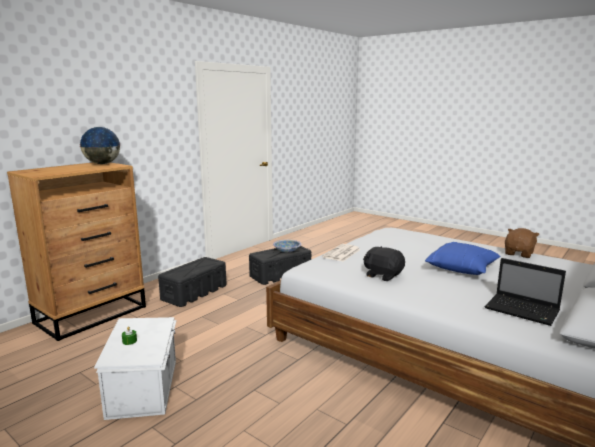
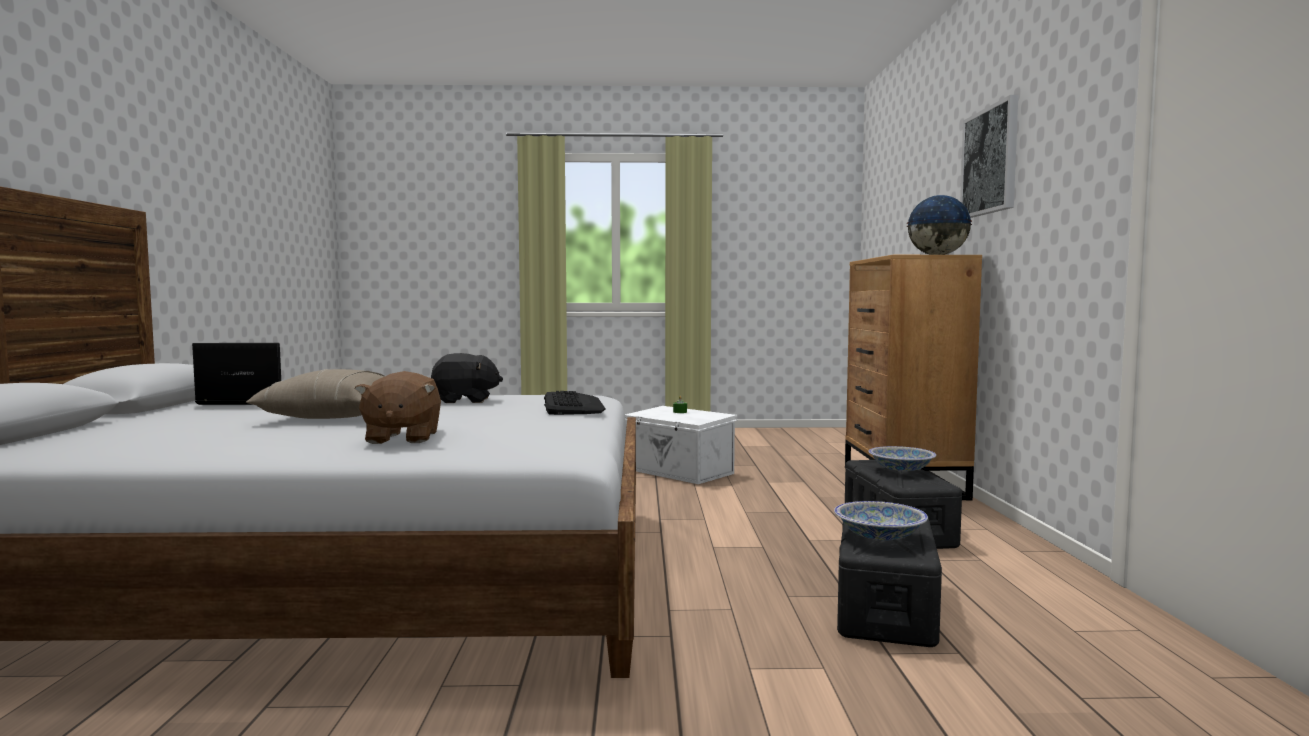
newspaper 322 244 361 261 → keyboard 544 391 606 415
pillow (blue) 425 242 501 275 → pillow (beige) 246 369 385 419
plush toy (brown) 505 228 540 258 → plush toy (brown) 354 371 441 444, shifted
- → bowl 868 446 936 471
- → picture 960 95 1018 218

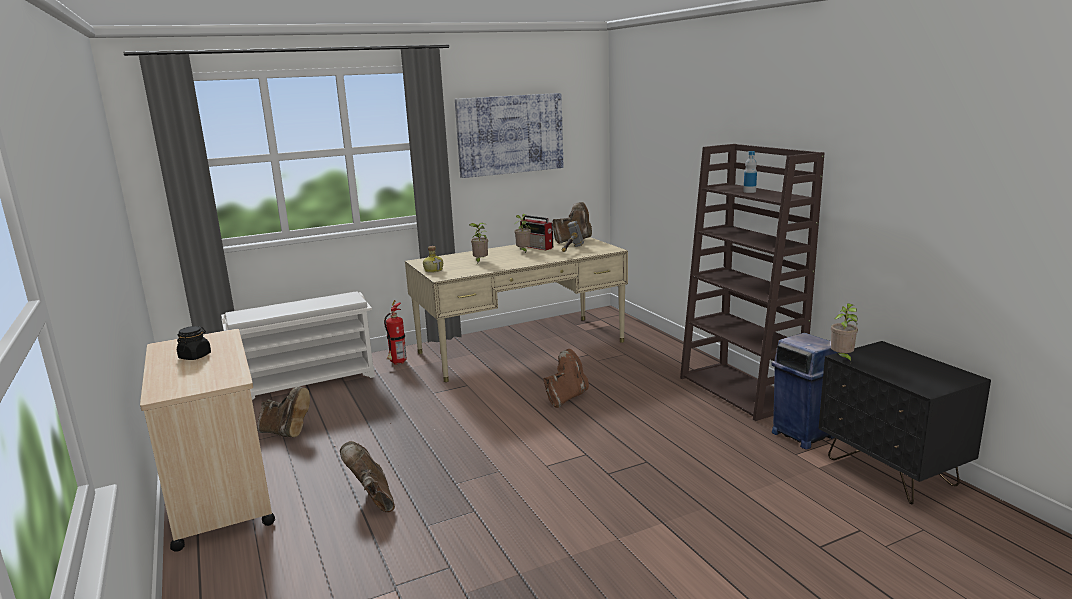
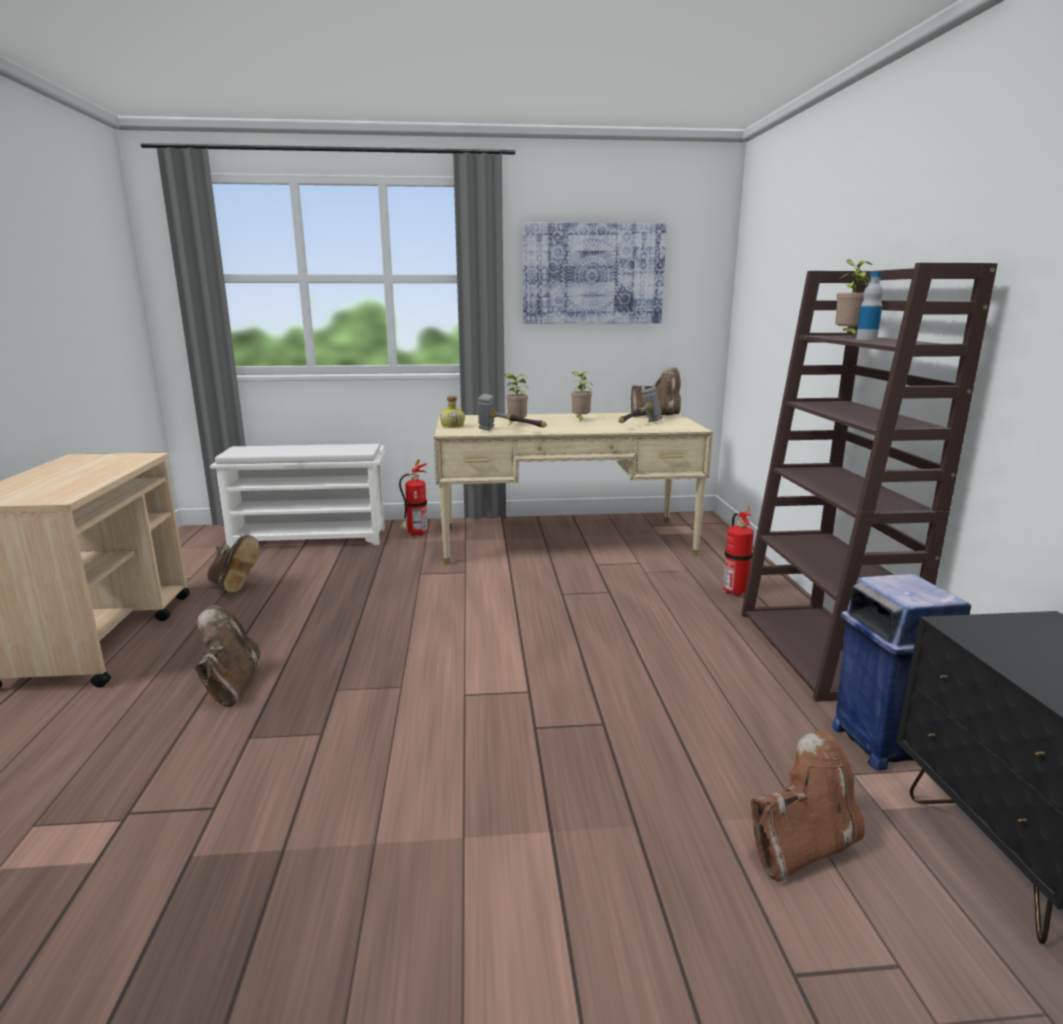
jar (black) 177 326 211 360 → -
radio 520 215 553 250 → -
boot (brown) 543 349 589 408 → boot (brown) 751 731 865 882, shifted
potted plant 831 303 859 363 → potted plant 835 259 872 337, shifted
- → hammer 478 394 547 431
- → fire extinguisher 723 505 754 596

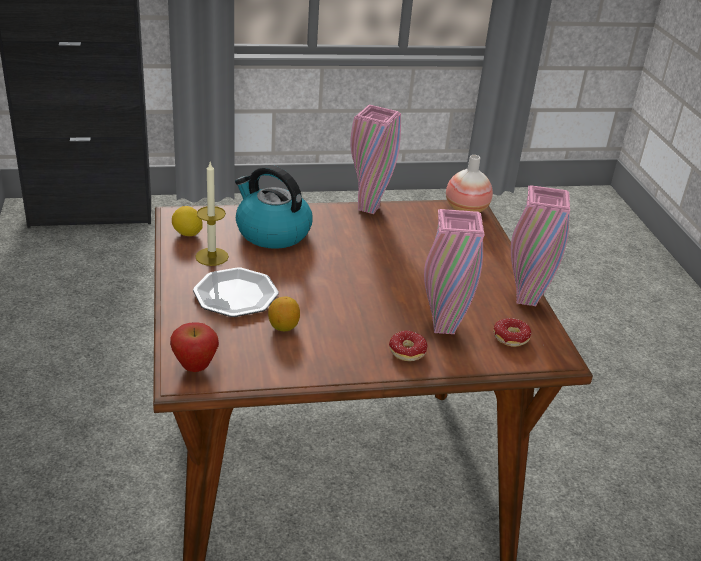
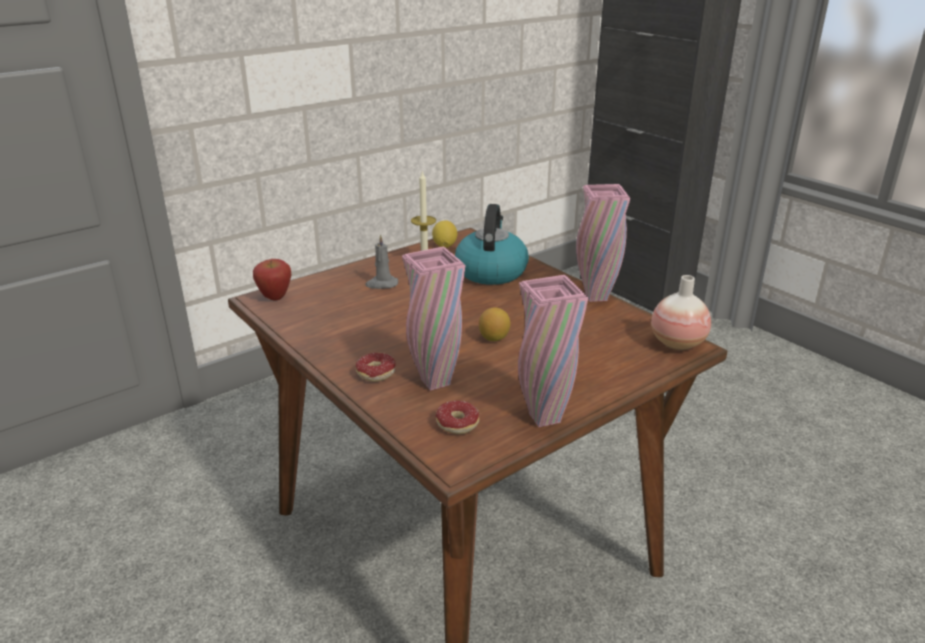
plate 193 267 279 317 → candle (grey) 365 234 398 289
lemon 268 297 300 331 → lemon 479 307 510 341, shifted

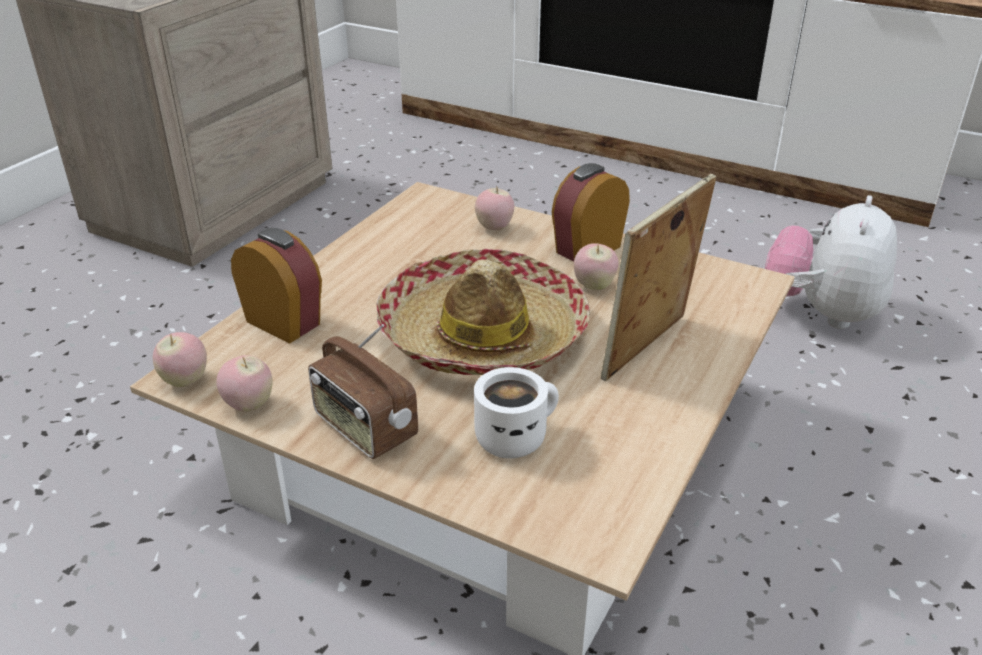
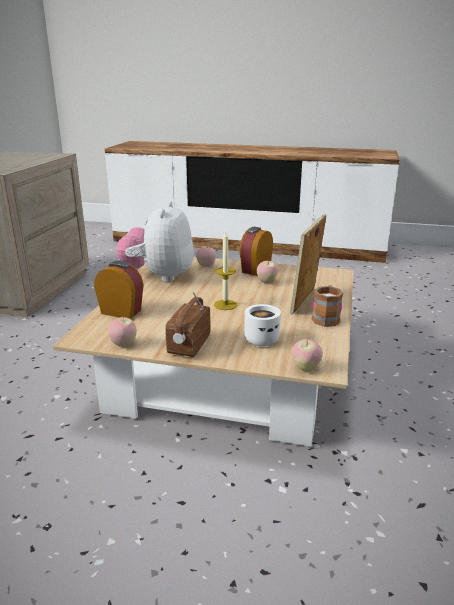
apple 153 332 207 387 → apple 292 339 323 372, shifted
radio 308 324 418 459 → radio 165 291 211 357, 75 degrees clockwise
hat 376 249 590 375 → candle 214 230 237 310
plush toy 765 195 897 329 → plush toy 116 201 194 282, shifted
- → mug 312 285 343 327

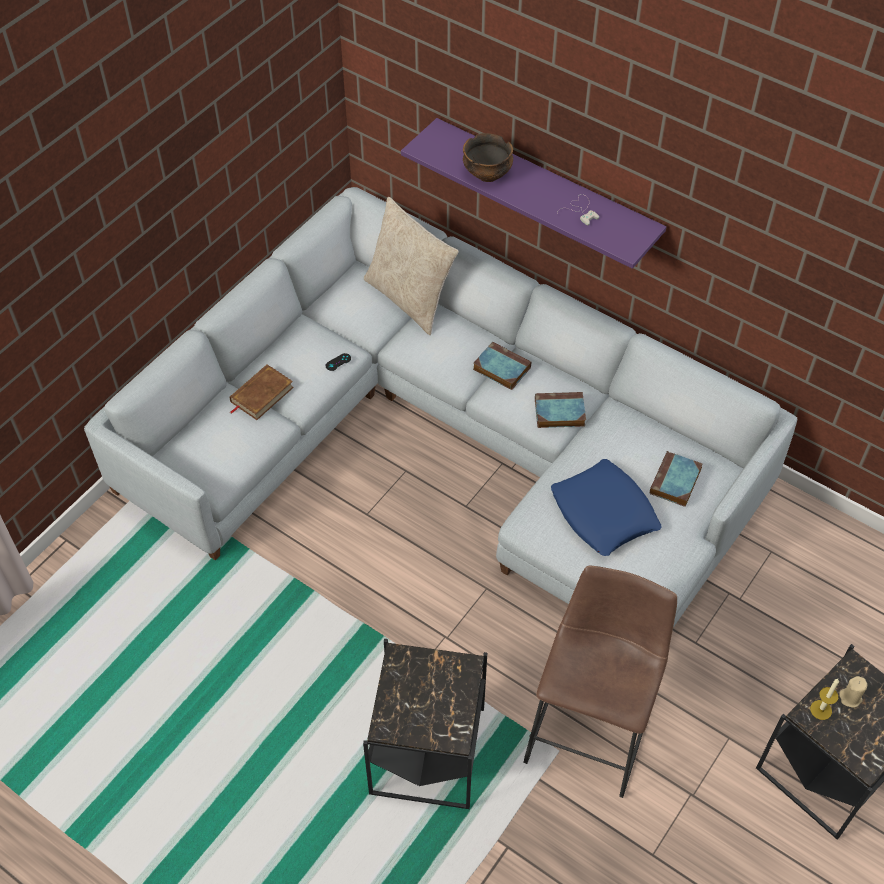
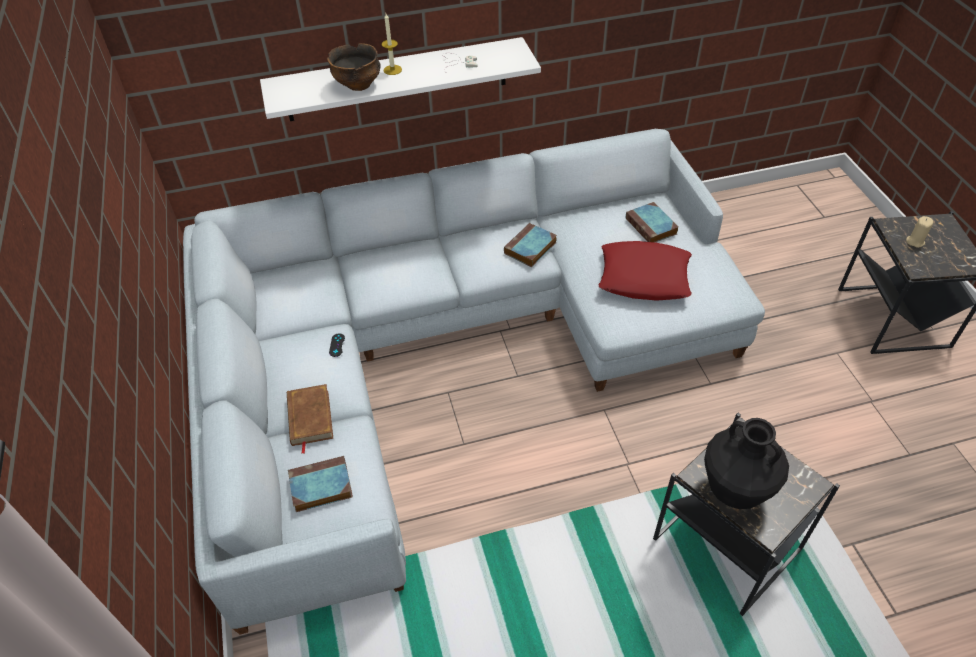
pillow (beige) 364 197 459 335 → -
shelf (purple) 401 118 666 269 → shelf (white) 260 37 541 121
book 473 342 531 390 → book 288 456 353 512, shifted
stool (brown) 523 566 677 798 → -
pillow (blue) 551 459 662 556 → pillow (red) 599 241 692 301
candle 810 679 839 720 → candle 382 14 402 75, shifted
- → vase (black) 704 418 789 509

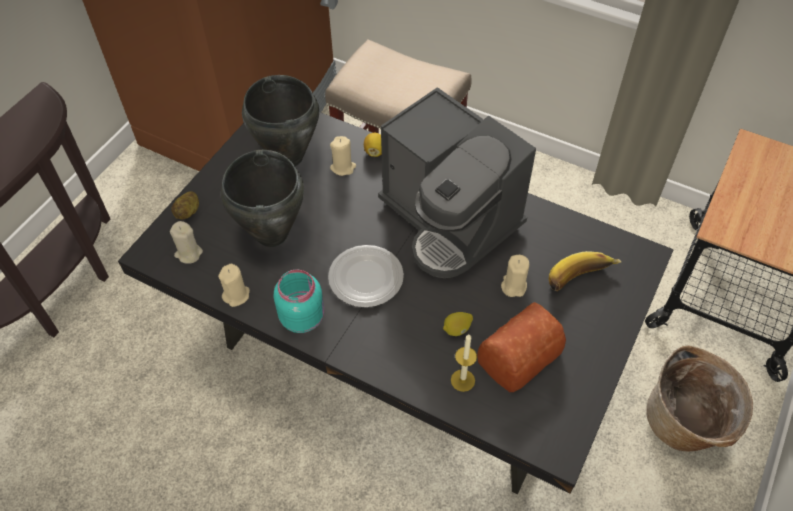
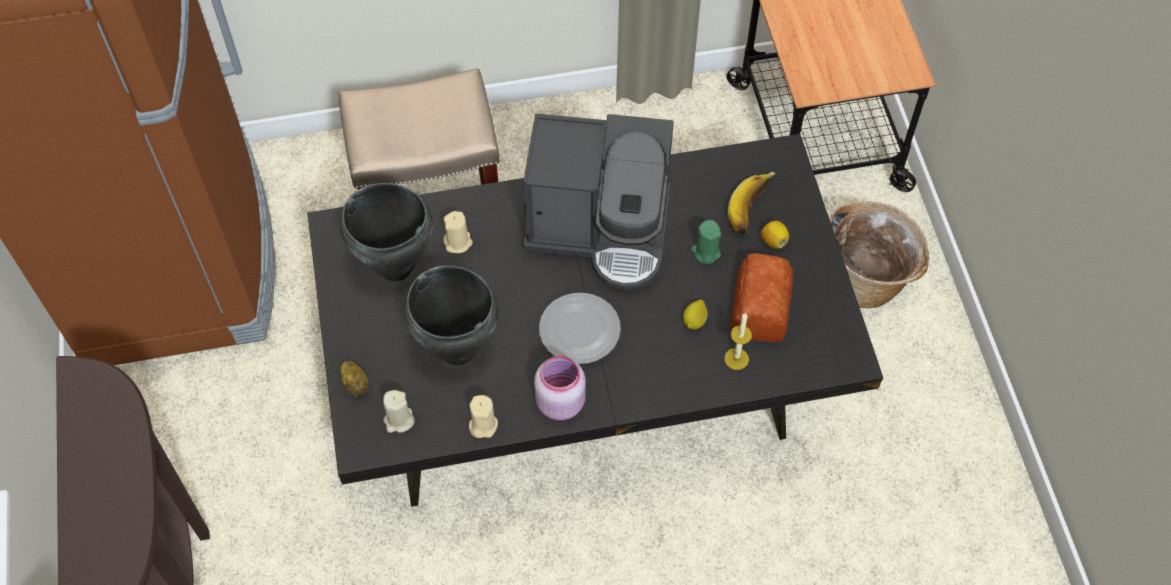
jar (turquoise) 274 270 324 333 → jar (pink) 534 356 586 420
lemon 364 133 382 157 → lemon 761 221 789 249, shifted
candle (beige) 501 255 529 297 → candle (green) 691 220 721 264

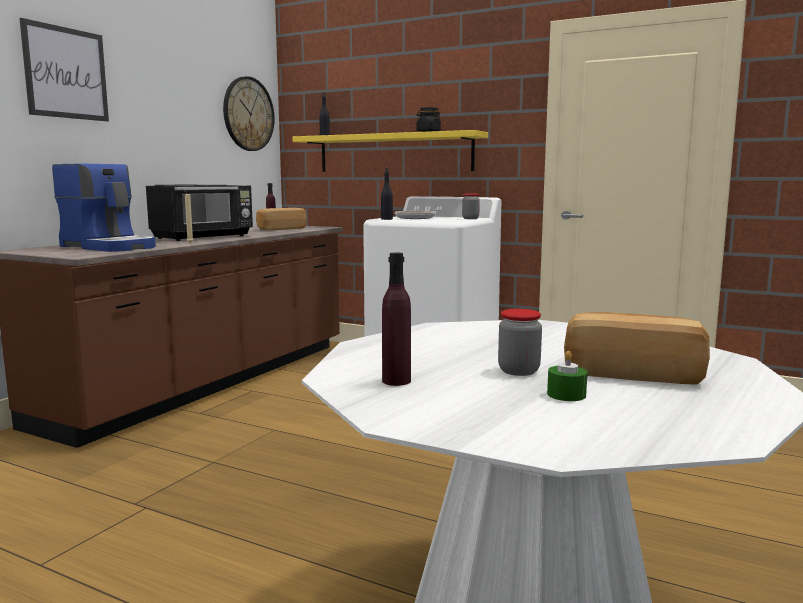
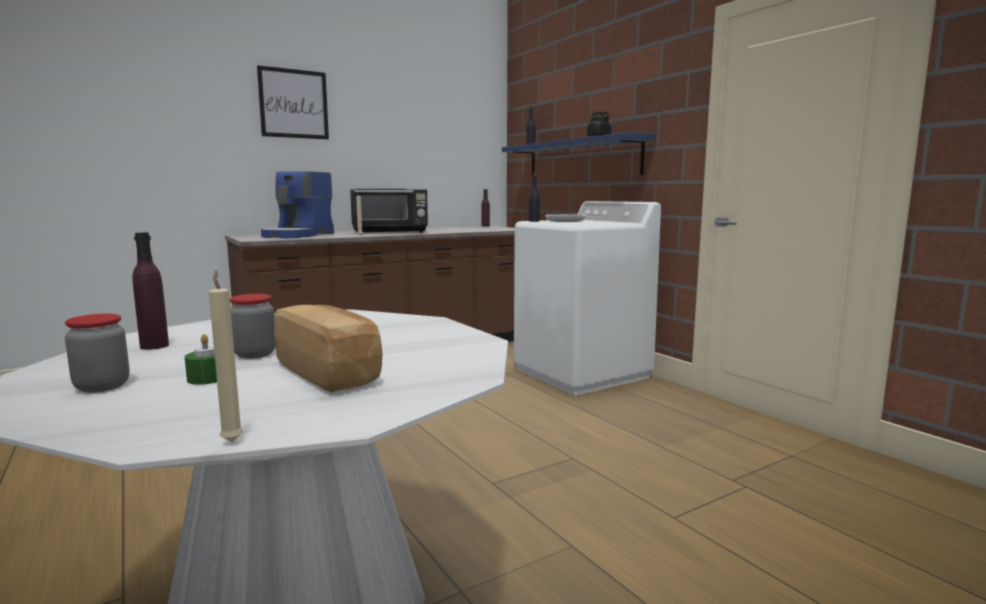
coffee machine 52 163 156 252 → coffee machine 261 171 334 238, 45 degrees clockwise
wall clock 223 76 275 151 → -
bread 256 208 307 230 → -
shelf (yellow) 292 130 488 172 → shelf (blue) 502 132 656 176
jar 462 193 480 219 → jar 65 314 129 393, shifted
- → candle (beige) 209 270 243 442

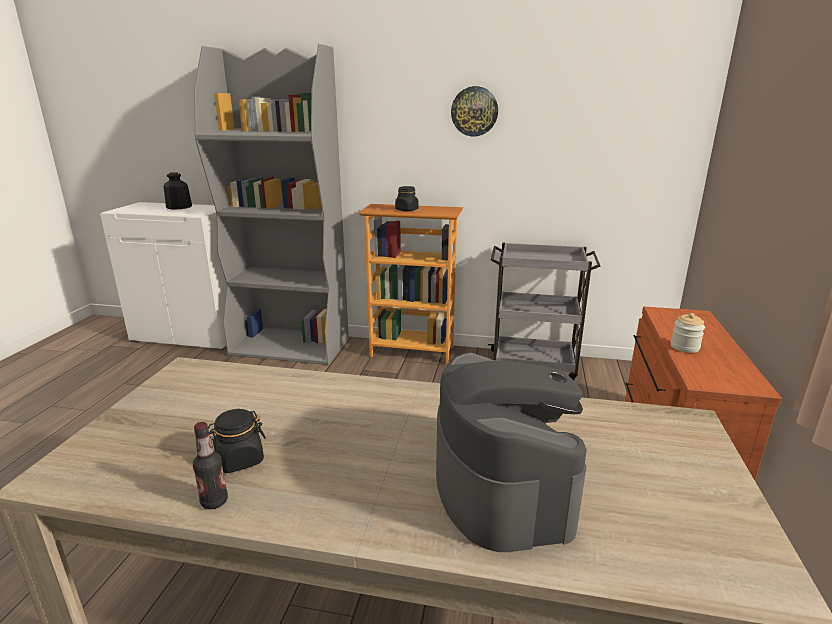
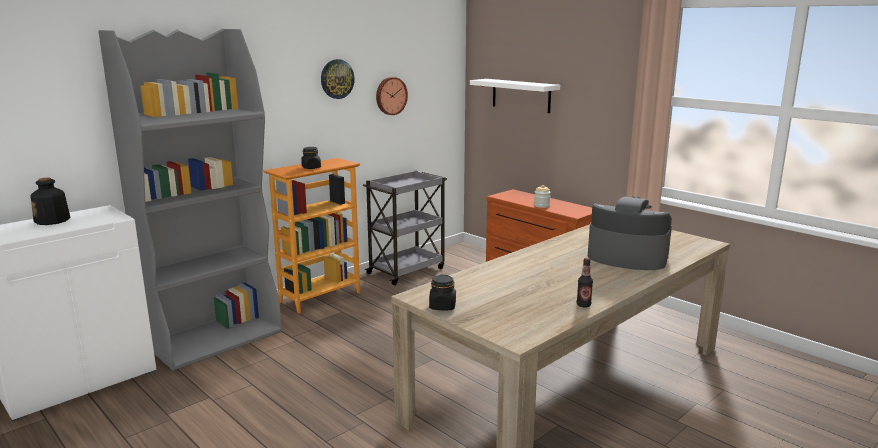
jar (black) 208 409 266 473 → jar (black) 429 275 456 310, shifted
- → wall clock 376 77 408 115
- → shelf (white) 470 79 560 113

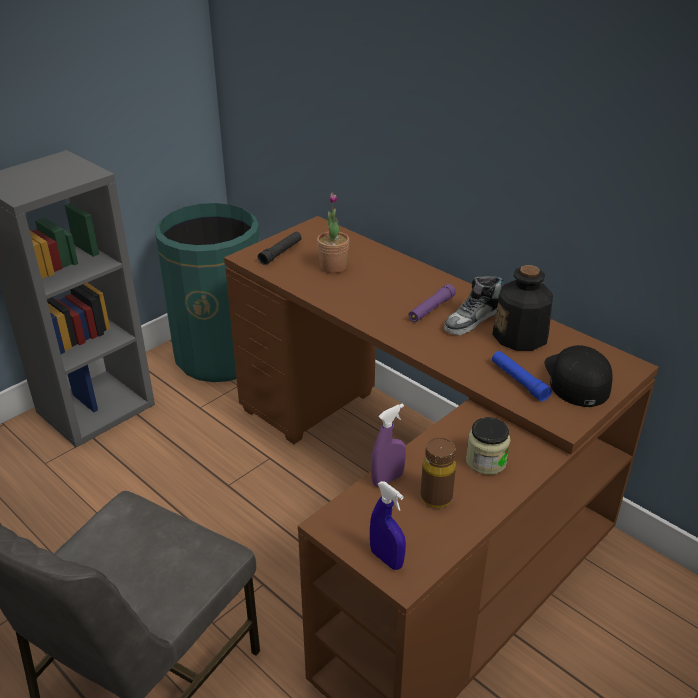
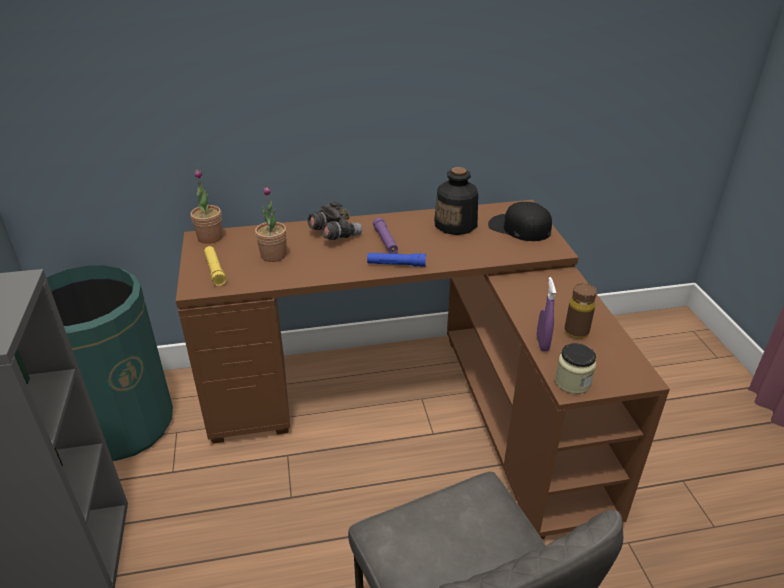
flashlight (black) 258 231 302 265 → flashlight (yellow) 204 246 226 286
spray bottle (blue) 370 481 406 570 → -
shoe 444 276 504 335 → -
jar 466 417 510 475 → jar 555 343 596 394, shifted
flashlight (blue) 492 351 552 401 → flashlight (blue) 367 253 426 267, shifted
- → potted plant 191 169 222 244
- → binoculars (grey) 308 201 362 240

